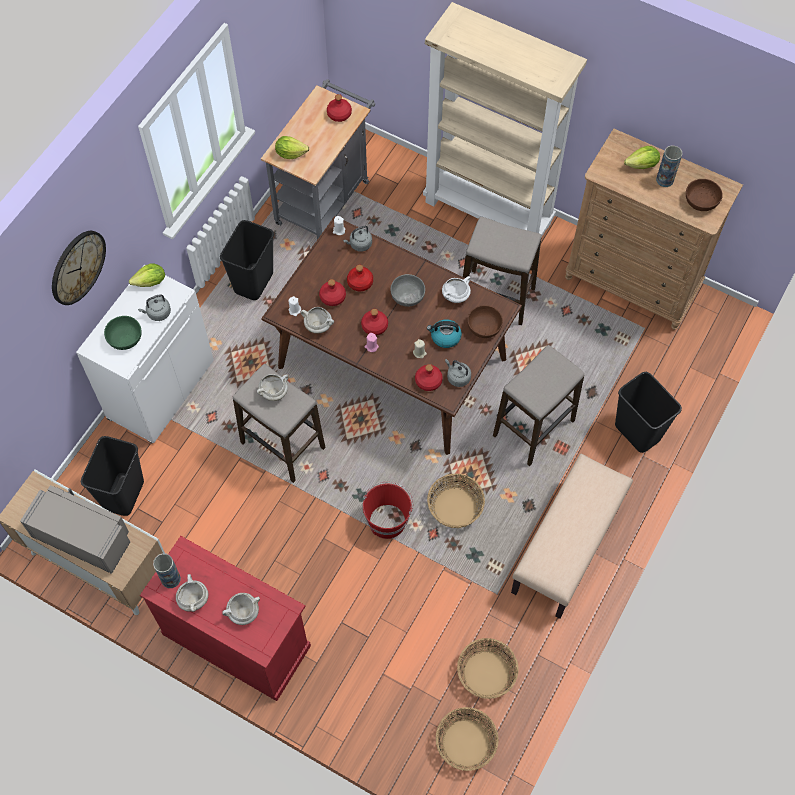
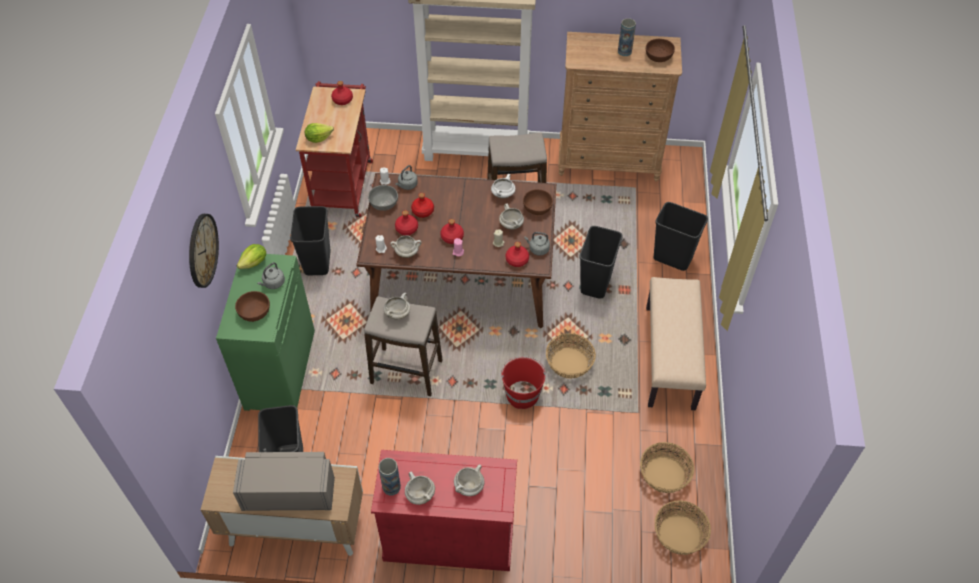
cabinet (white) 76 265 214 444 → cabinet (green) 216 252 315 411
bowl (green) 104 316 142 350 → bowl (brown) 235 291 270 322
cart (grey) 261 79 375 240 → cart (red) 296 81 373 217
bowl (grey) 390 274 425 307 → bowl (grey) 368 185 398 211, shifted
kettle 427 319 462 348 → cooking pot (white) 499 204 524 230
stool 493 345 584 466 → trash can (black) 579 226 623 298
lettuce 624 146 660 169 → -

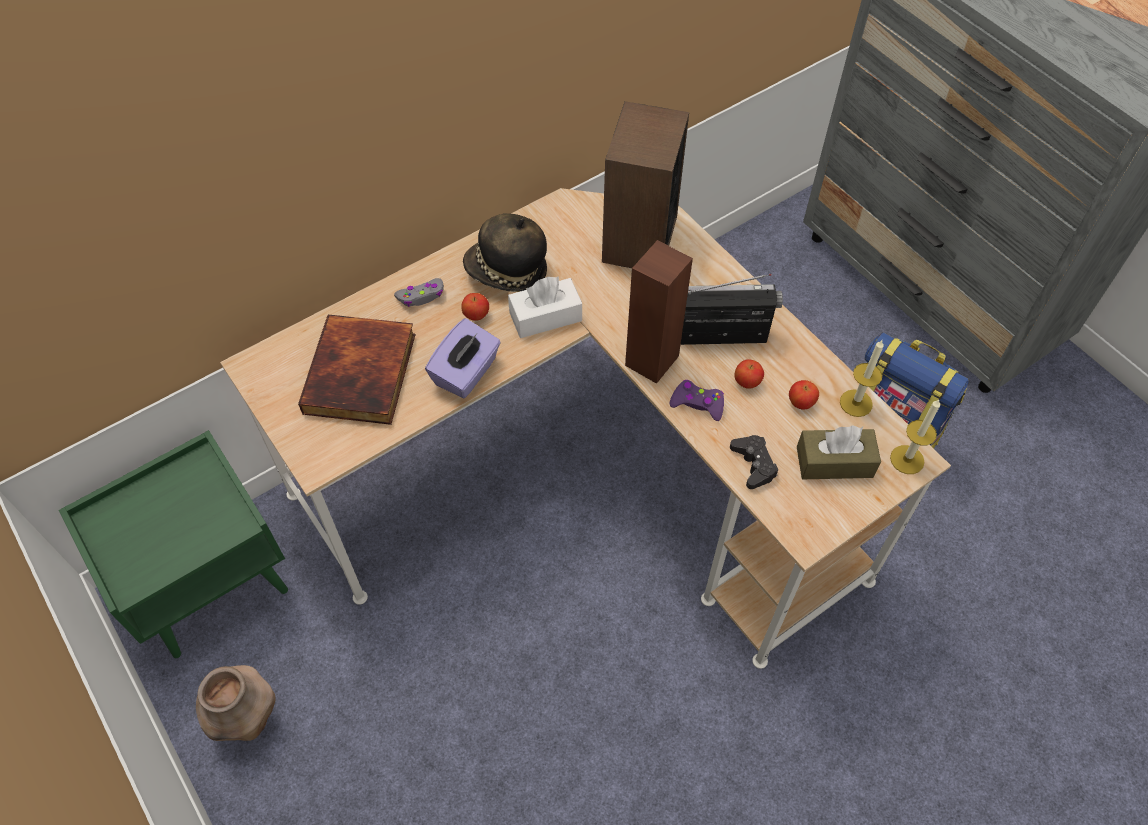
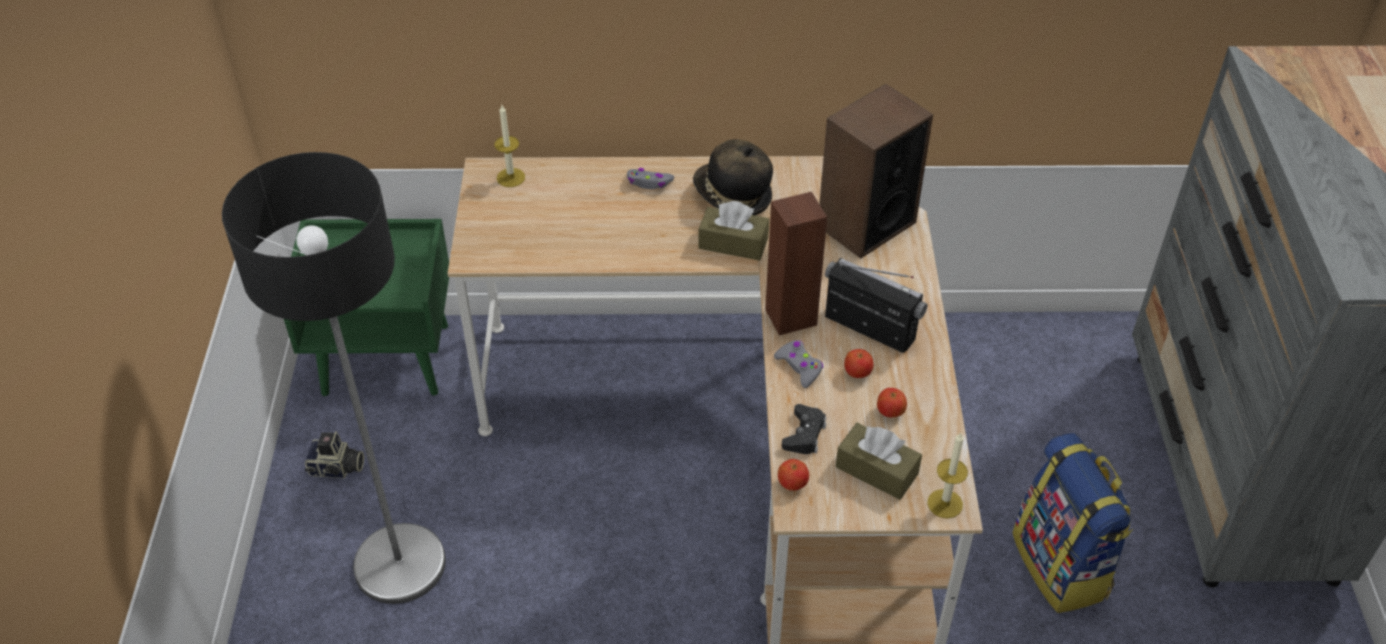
vase (brown) 196 665 275 741 → photo camera 305 431 364 479
book 298 314 416 425 → -
tissue box (purple) 425 318 501 398 → -
apple 461 293 489 321 → apple 778 459 809 491, shifted
tissue box (white) 508 276 582 338 → tissue box (brown) 698 201 769 261
game controller (purple) 670 380 724 421 → game controller (grey) 774 340 823 388
candle 840 340 884 417 → candle 494 105 525 187, shifted
- → floor lamp 222 152 446 604

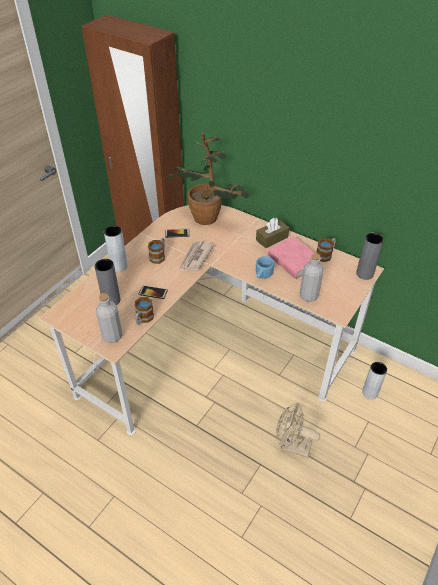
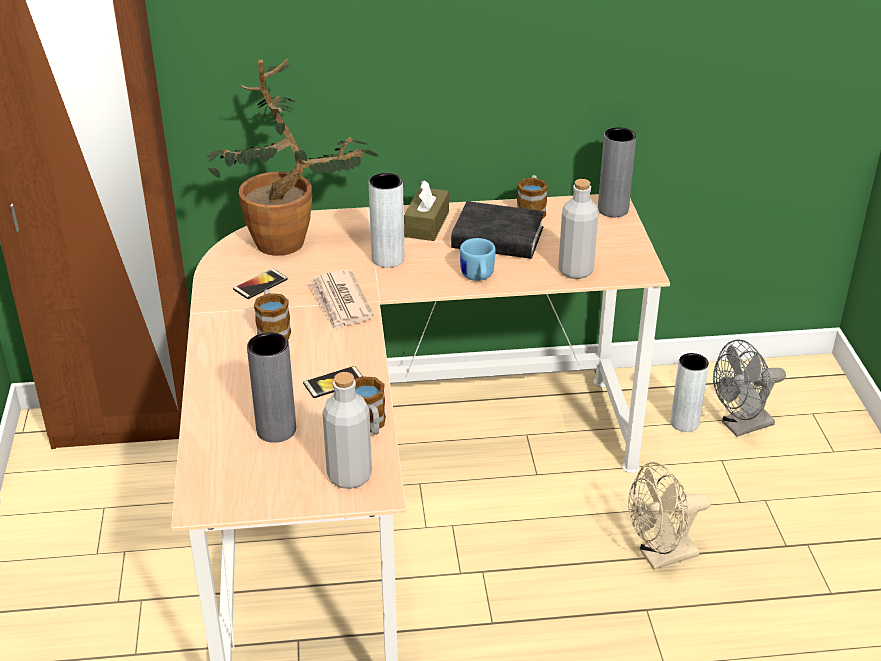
vase (grey) 104 225 128 272 → vase (grey) 369 173 404 268, shifted
book (pink) 268 236 322 279 → book (black) 451 201 544 259
- → fan (grey) 713 339 786 437

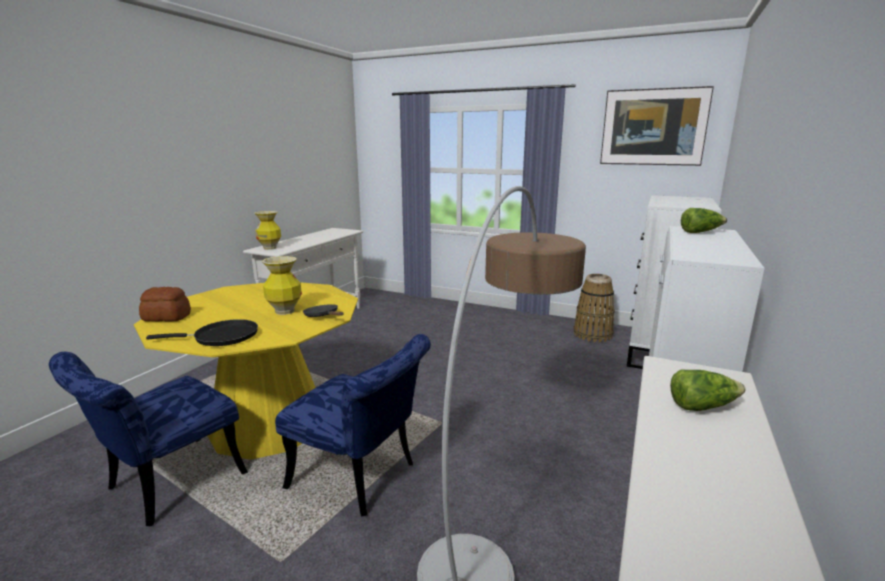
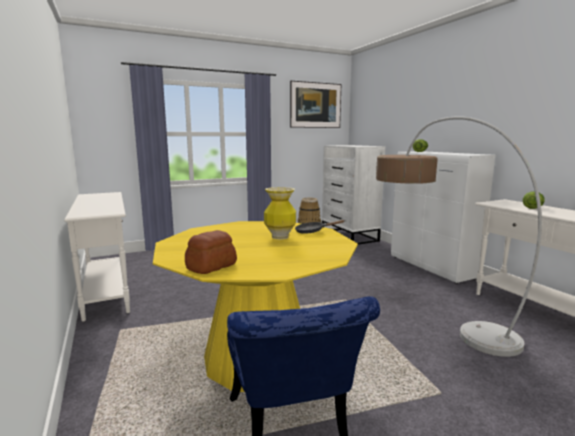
frying pan (black) 146 319 258 346 → -
vase 254 211 281 250 → -
chair (blue) 275 334 431 517 → -

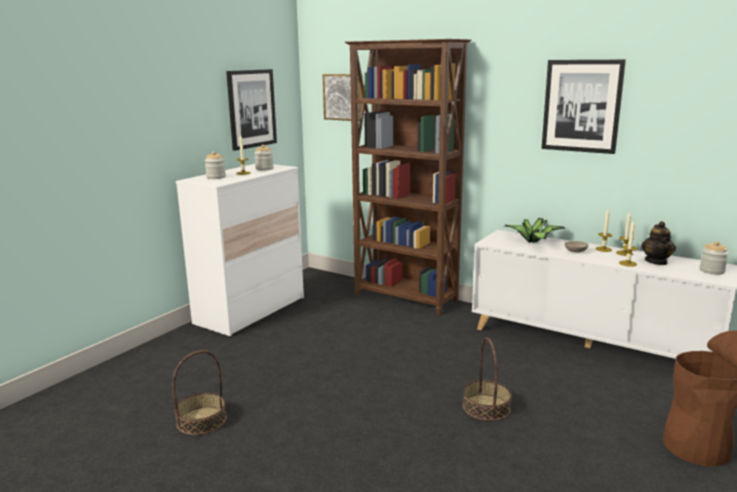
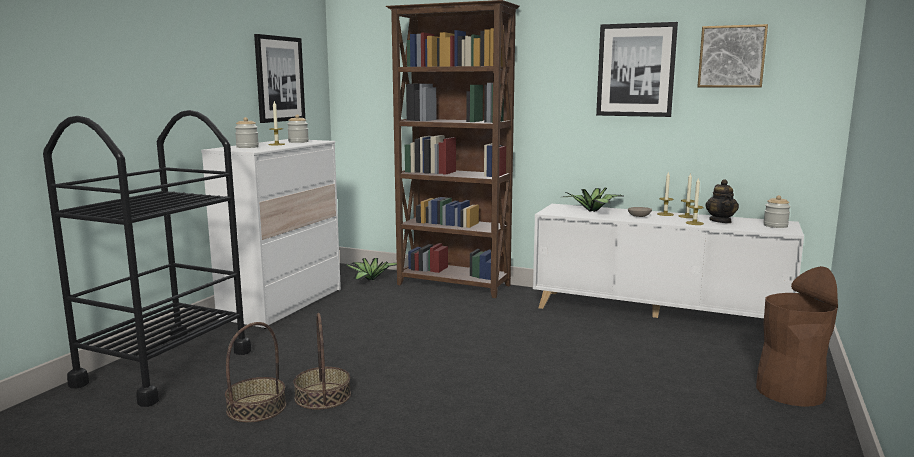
picture 323 74 362 121 → picture 697 24 768 88, shifted
basket 462 337 512 421 → basket 294 313 351 410, shifted
- → cart (black) 43 110 251 407
- → potted plant 346 258 397 281

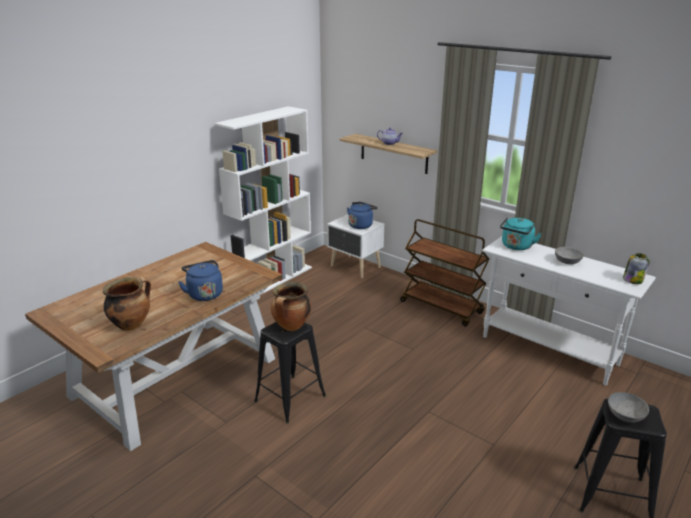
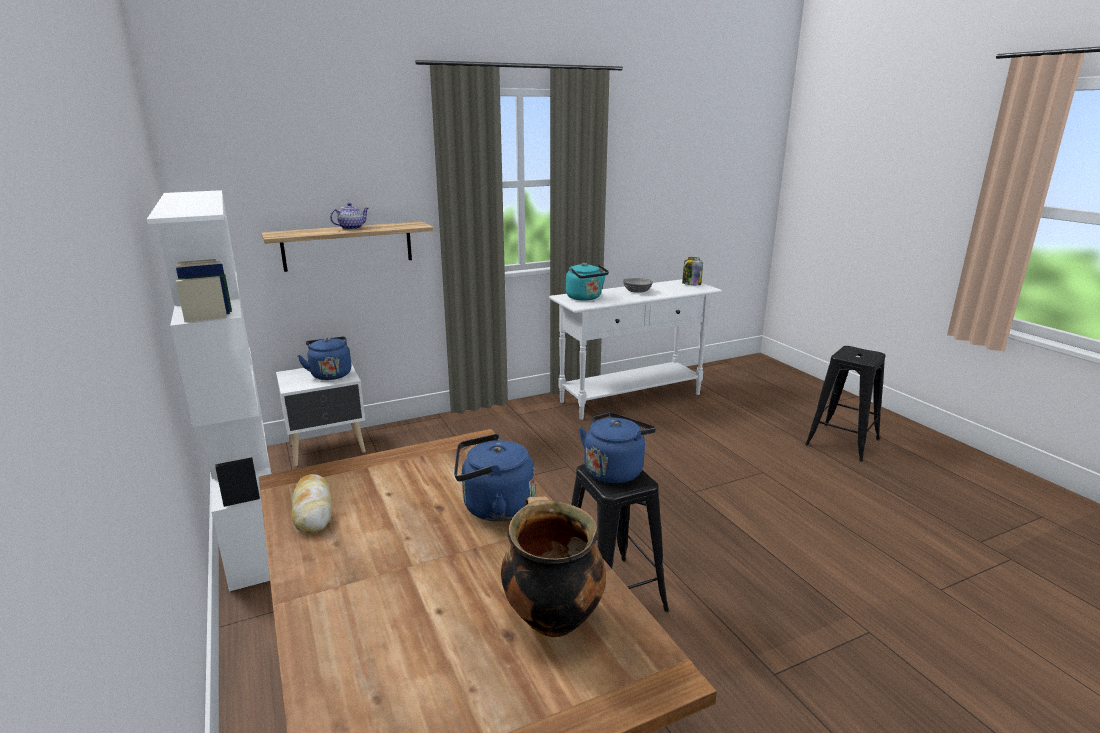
cooking pot 271 282 311 331 → kettle (blue) 579 412 656 483
cart (brown) 400 219 490 327 → -
bowl (grey) 608 392 649 423 → -
- → bread 292 474 332 533

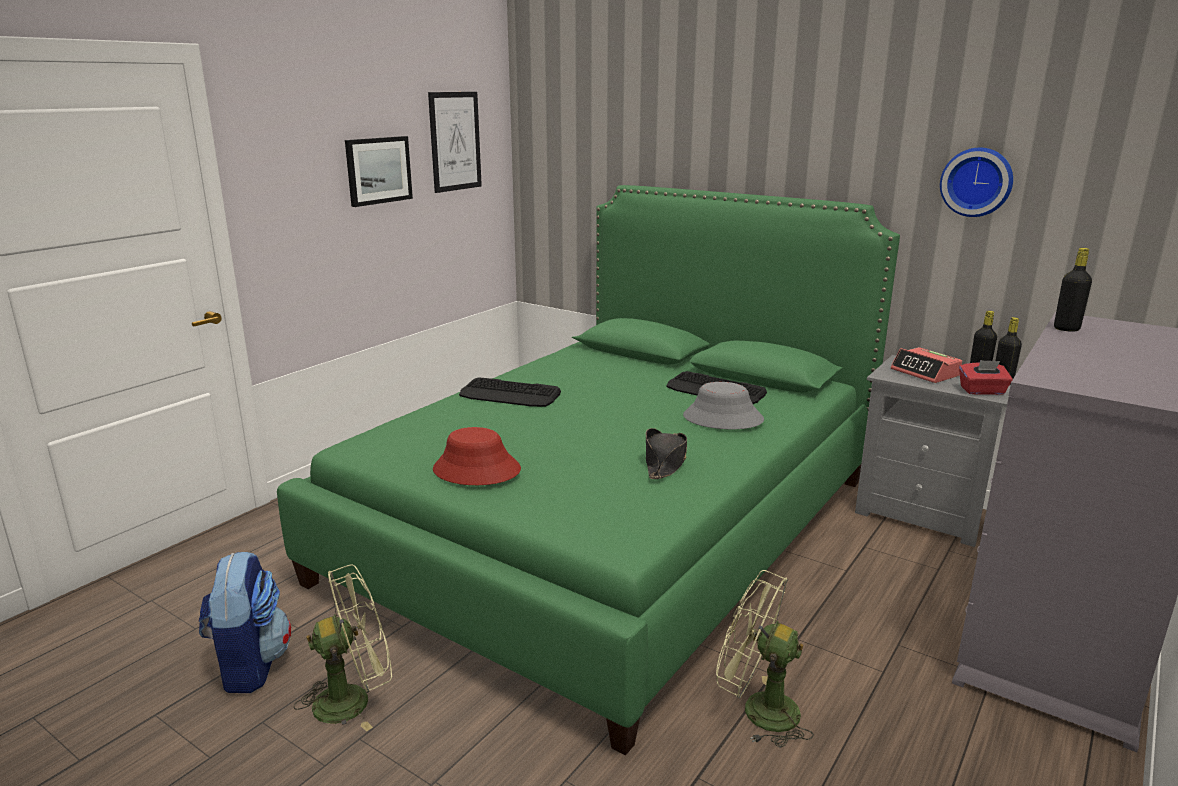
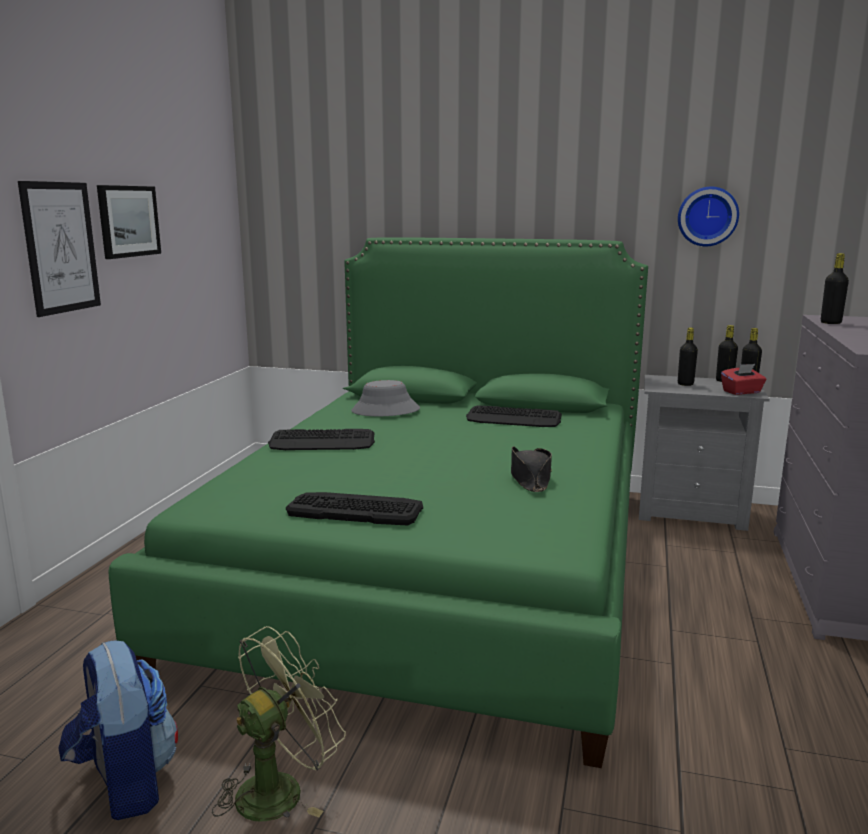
picture 428 92 482 193 → picture 18 181 101 317, shifted
hat (red) 433 427 521 485 → keyboard 286 492 423 526
hat (grey) 683 382 764 429 → hat (grey) 351 380 420 416, shifted
fan (green) 716 570 814 748 → -
alarm clock 891 347 962 383 → bottle (black) 678 327 698 386

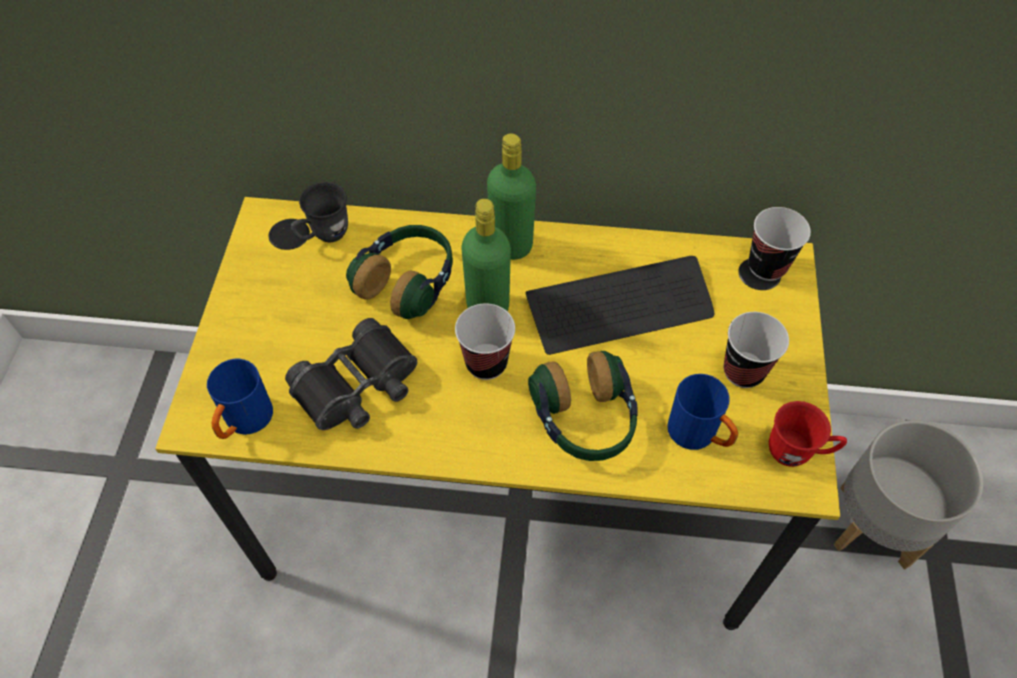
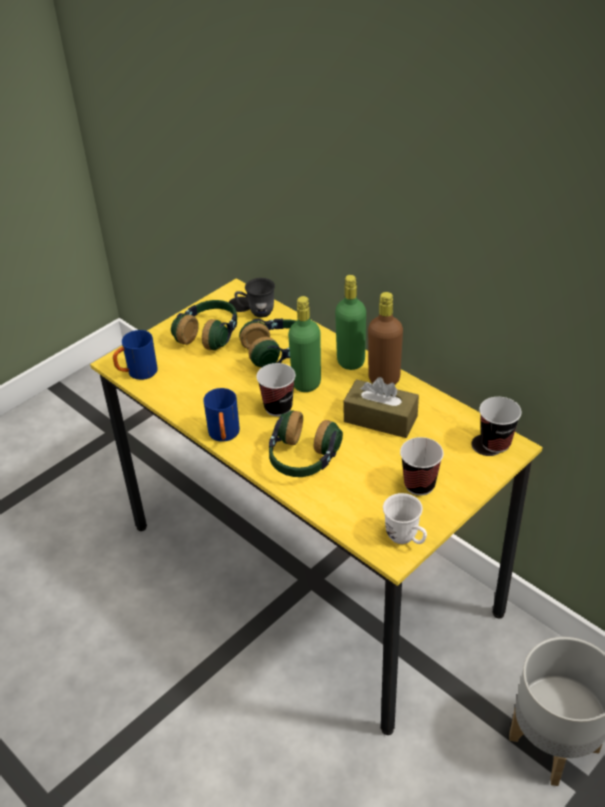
binoculars (black) 285 318 417 430 → -
keyboard 525 256 715 355 → tissue box (brown) 343 377 419 438
mug (blue) 667 374 738 450 → mug (blue) 203 388 240 442, shifted
mug (red) 769 401 847 467 → mug (white) 383 493 427 544
- → headphones 171 300 237 350
- → bottle (brown) 368 292 403 385

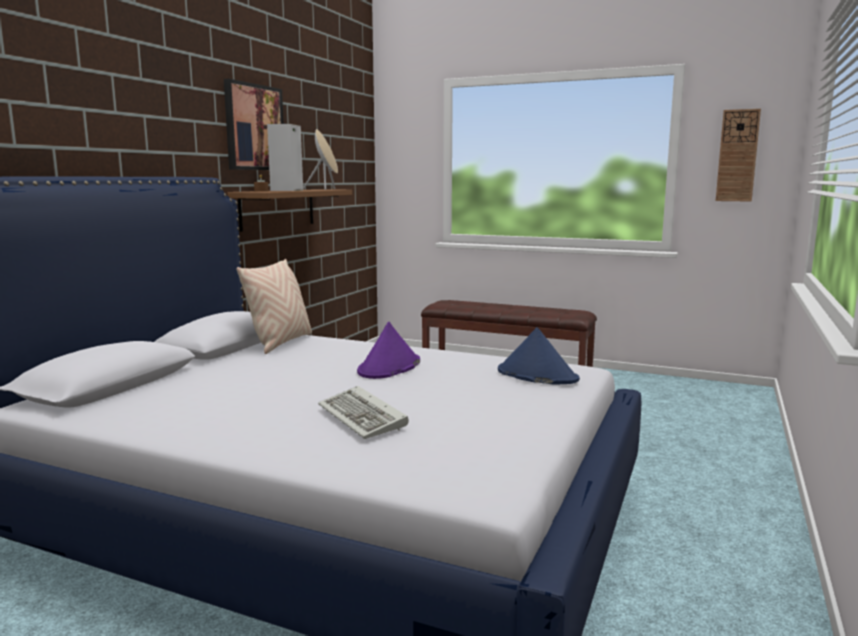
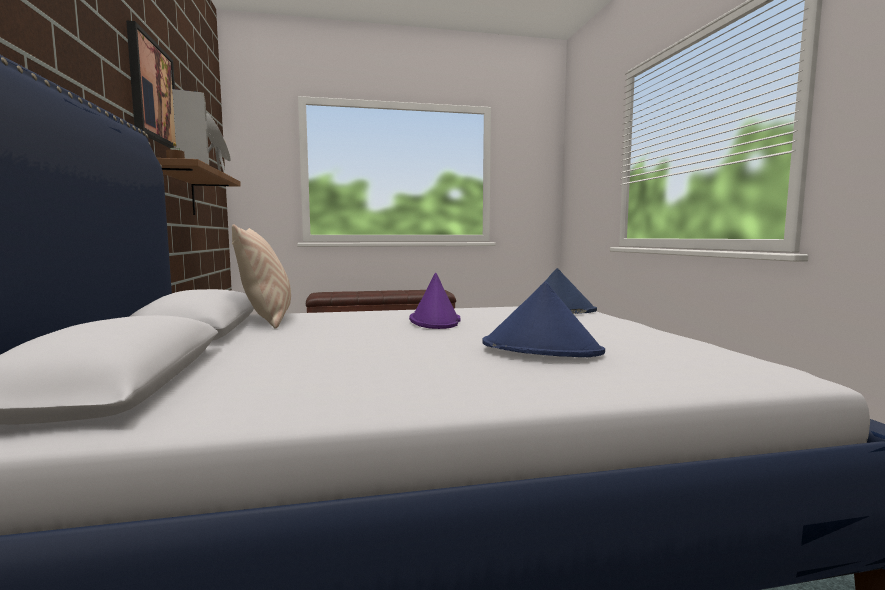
keyboard 318 386 409 439 → hat (blue) 482 282 605 357
wall clock 716 109 761 201 → -

